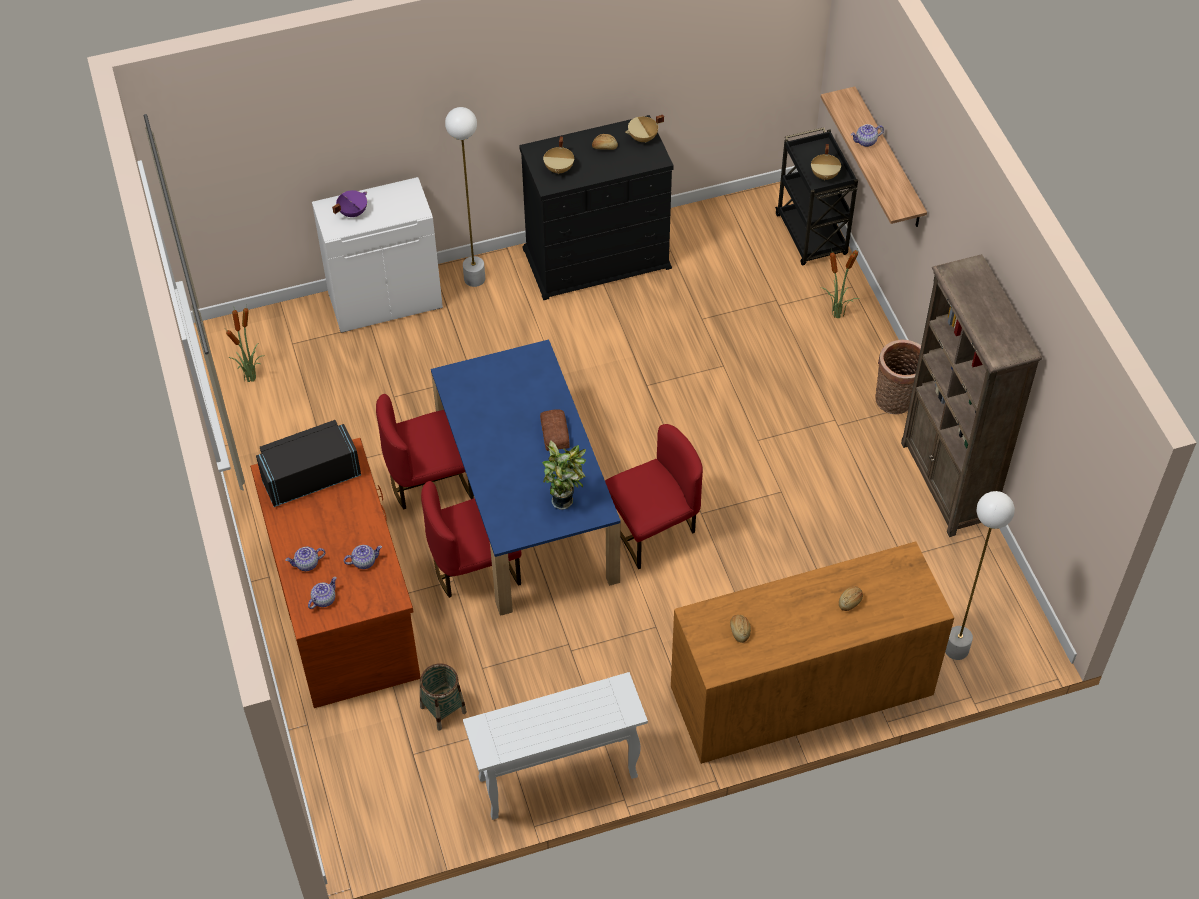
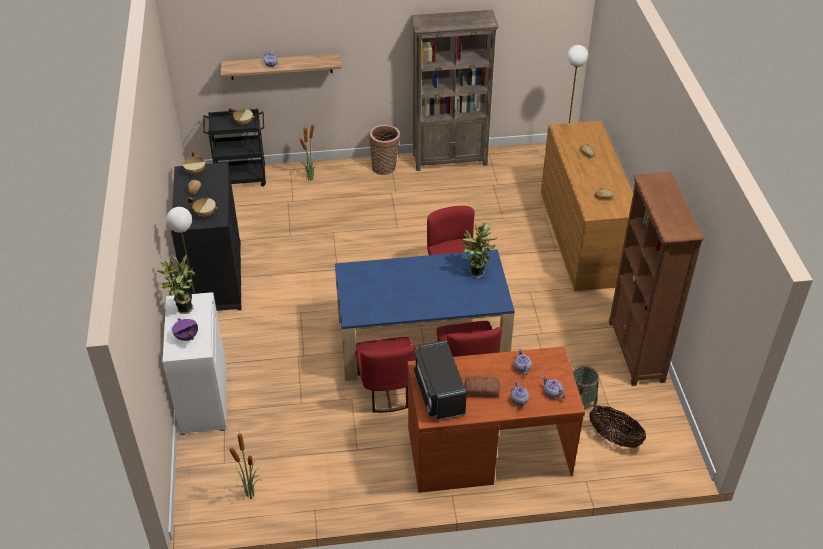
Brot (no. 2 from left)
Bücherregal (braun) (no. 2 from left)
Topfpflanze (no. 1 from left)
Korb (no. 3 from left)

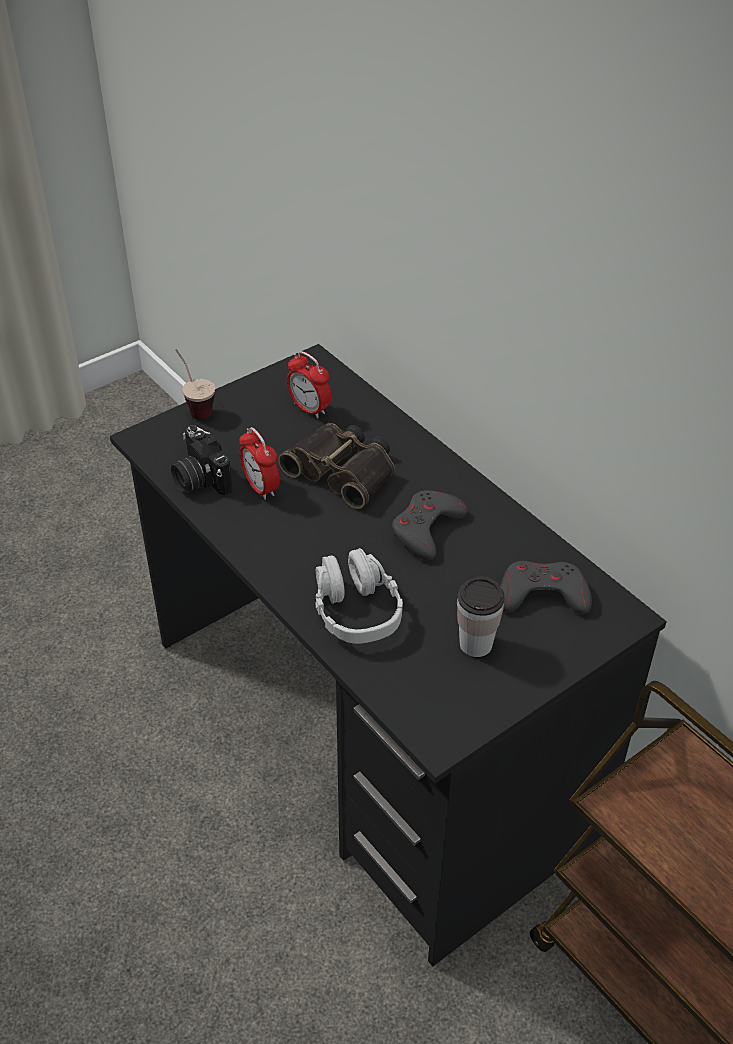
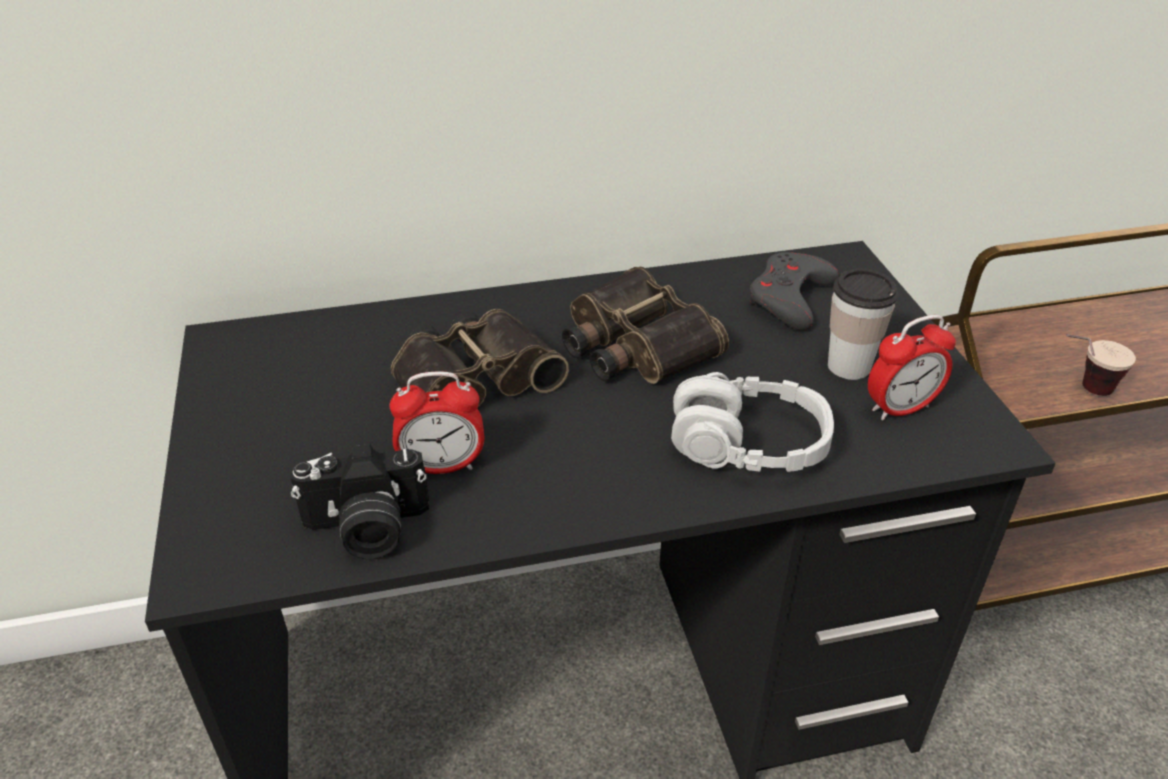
Tasse (no. 2 from left)
Wecker (no. 2 from left)
Fernglas (no. 2 from left)

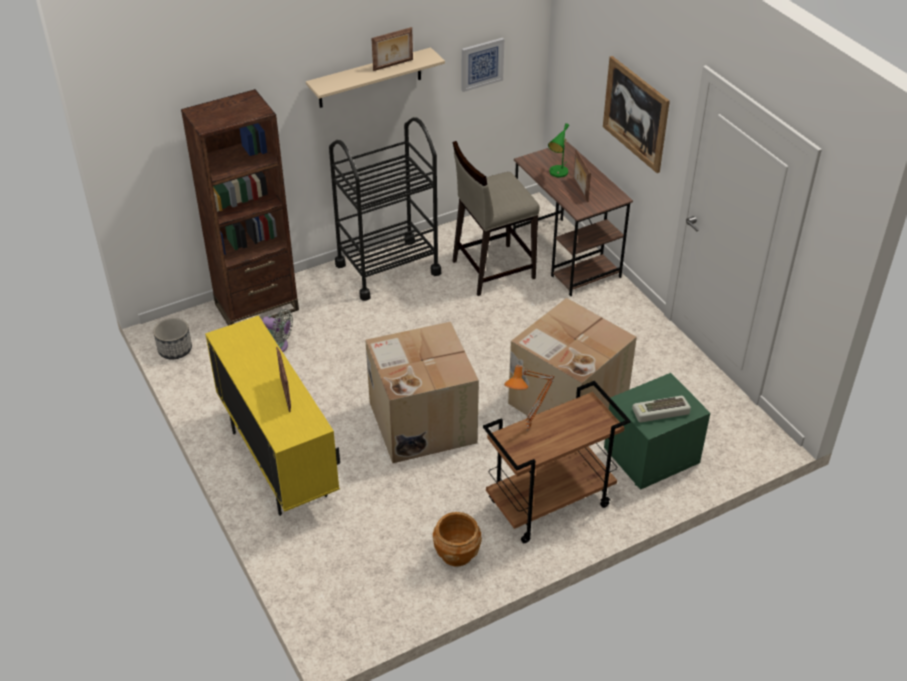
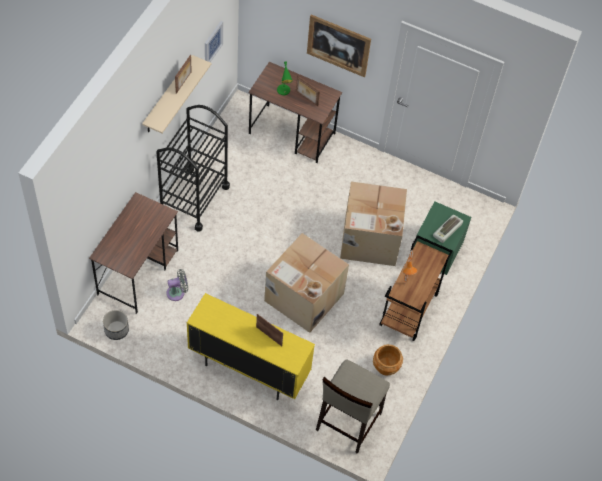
Schreibtisch (braun) (no. 1 from left)
Hocker (beige)

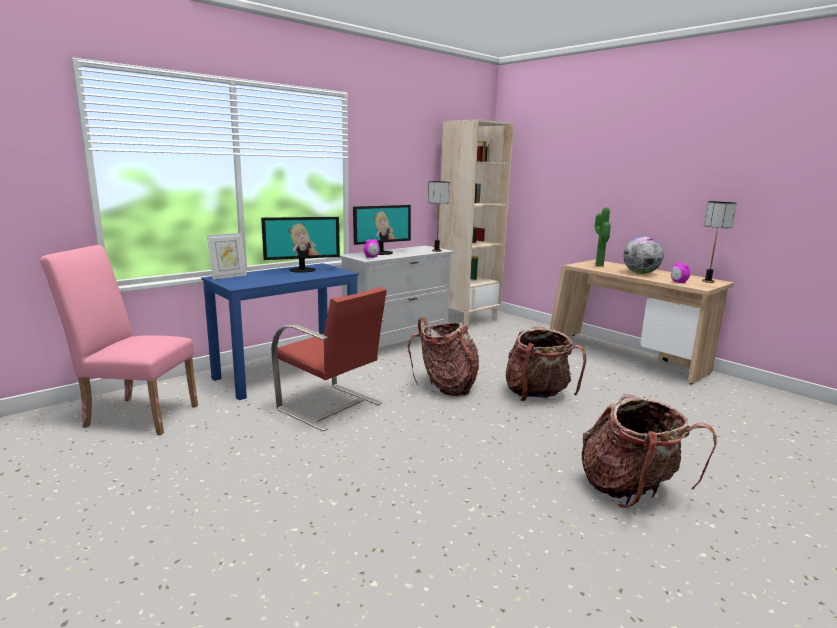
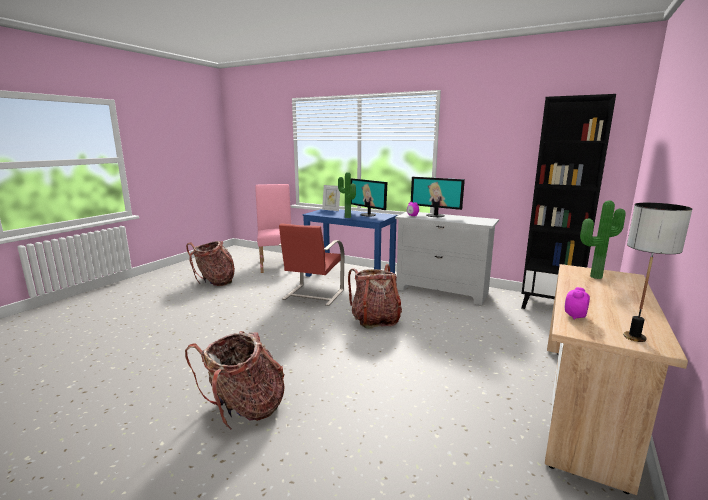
Bücherregal (schwarz)
Tischlampe (no. 1 from left in the first image)
Globus
Rucksack (no. 1 from left)
Topfpflanze (no. 1 from left)

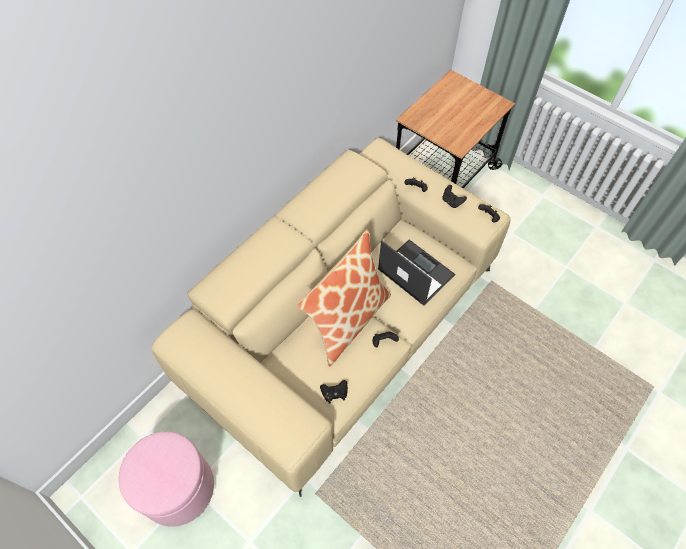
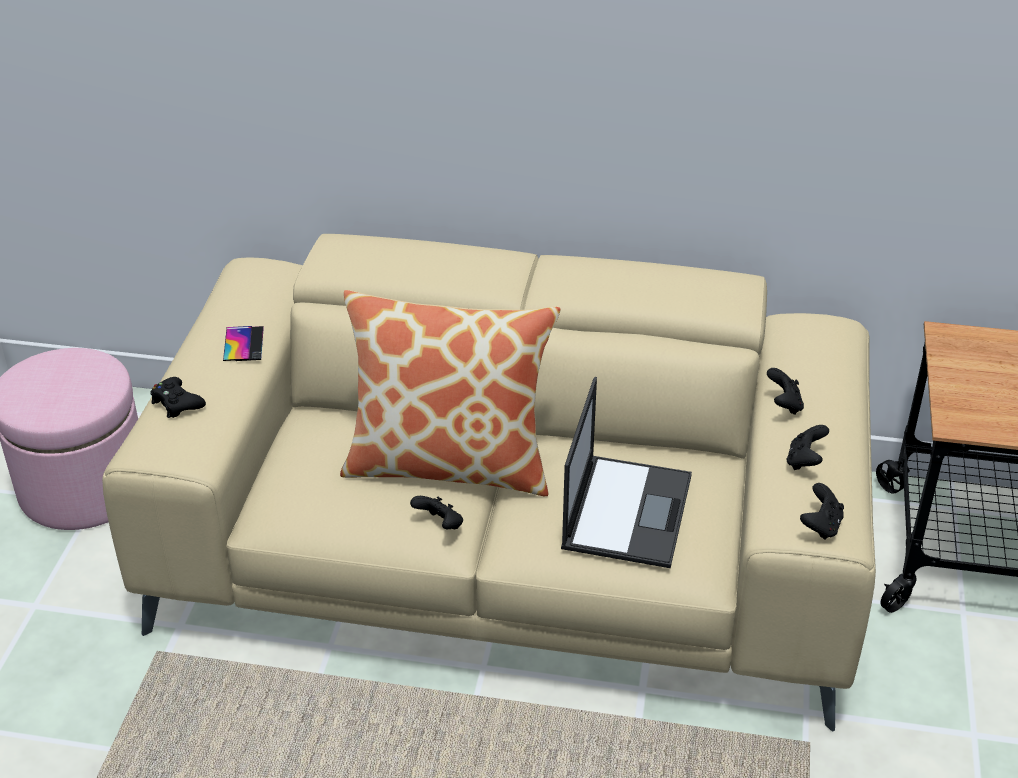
Gamepad (schwarz) (no. 1 from left)
Handy

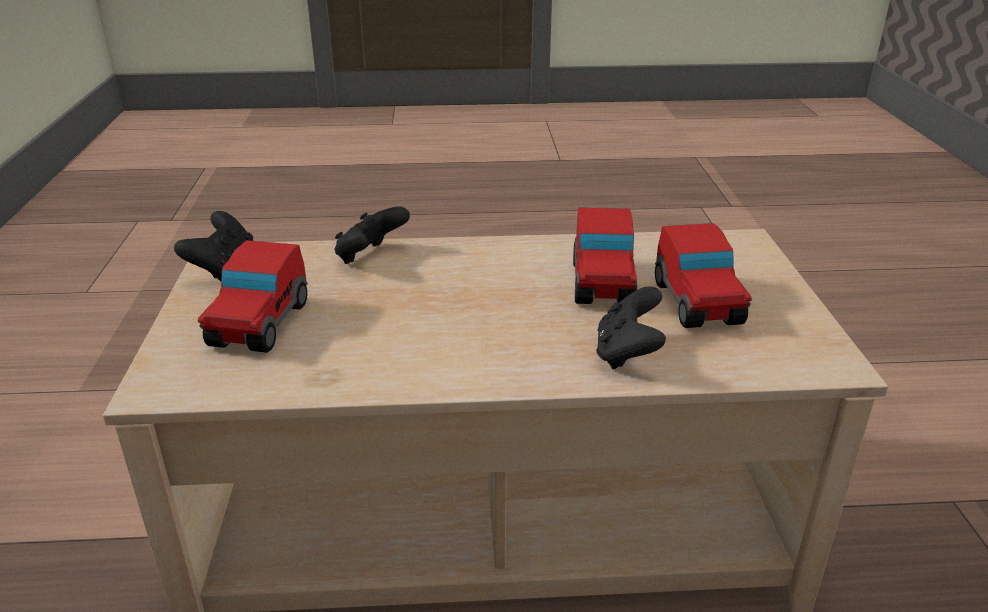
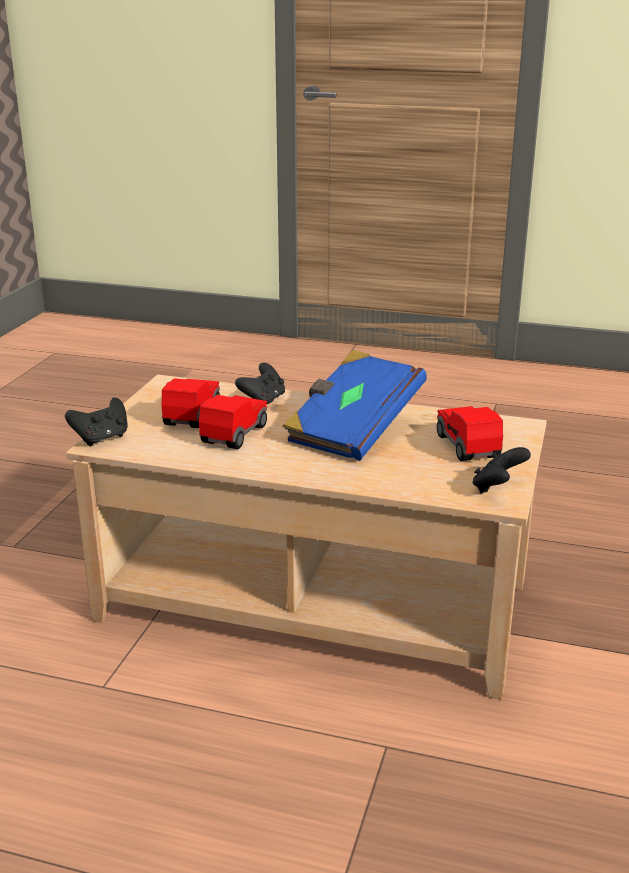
Gamepad (schwarz) (no. 1 from left)
Spielzeugauto (no. 3 from left)
Buch (blau)

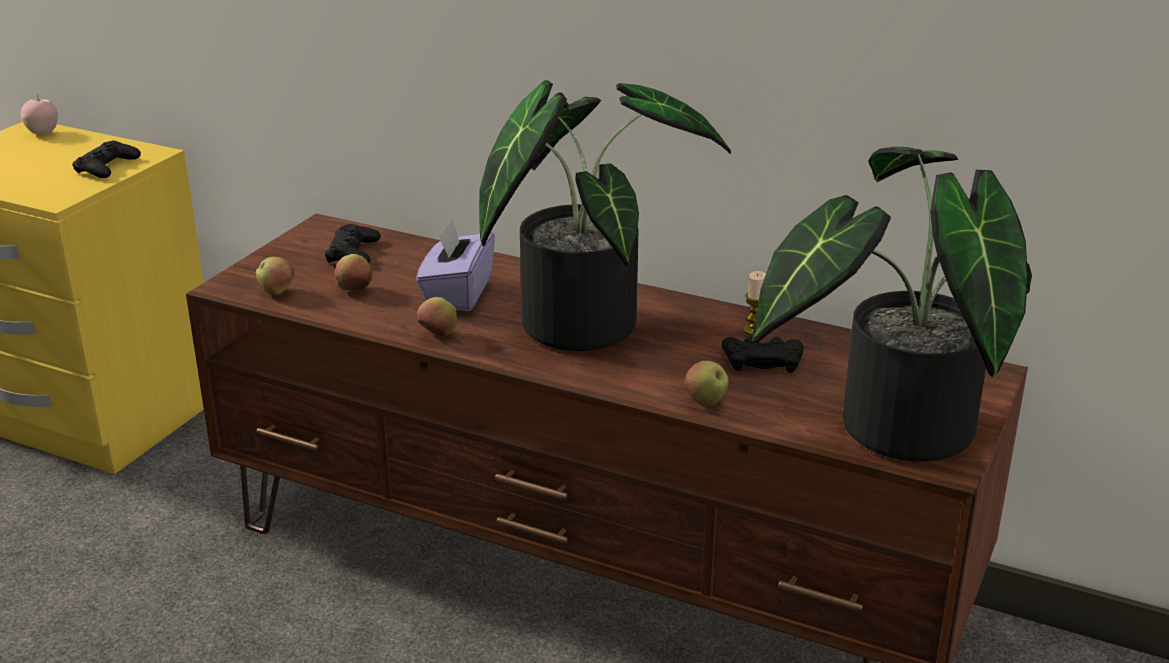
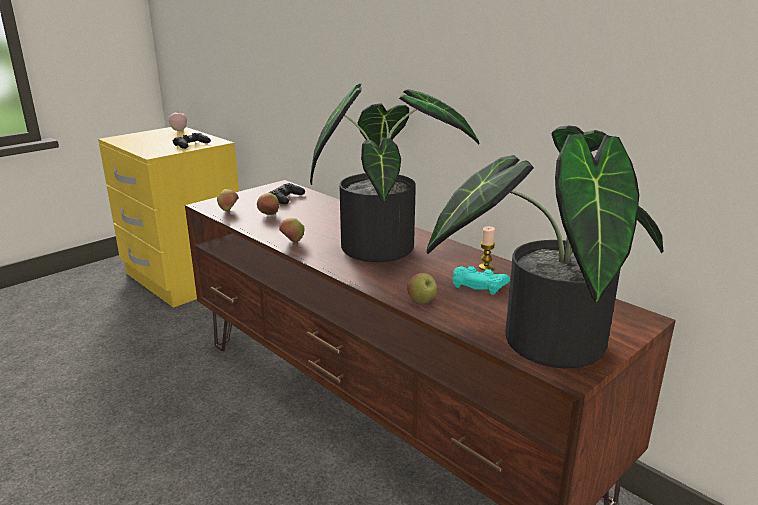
Taschentuchbox (lila)
Gamepad (türkis)

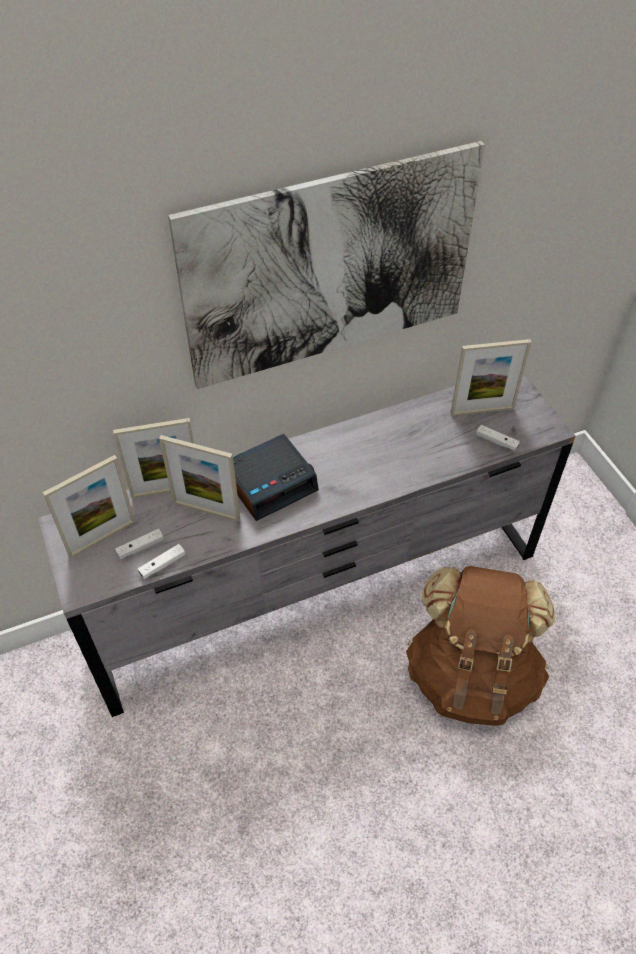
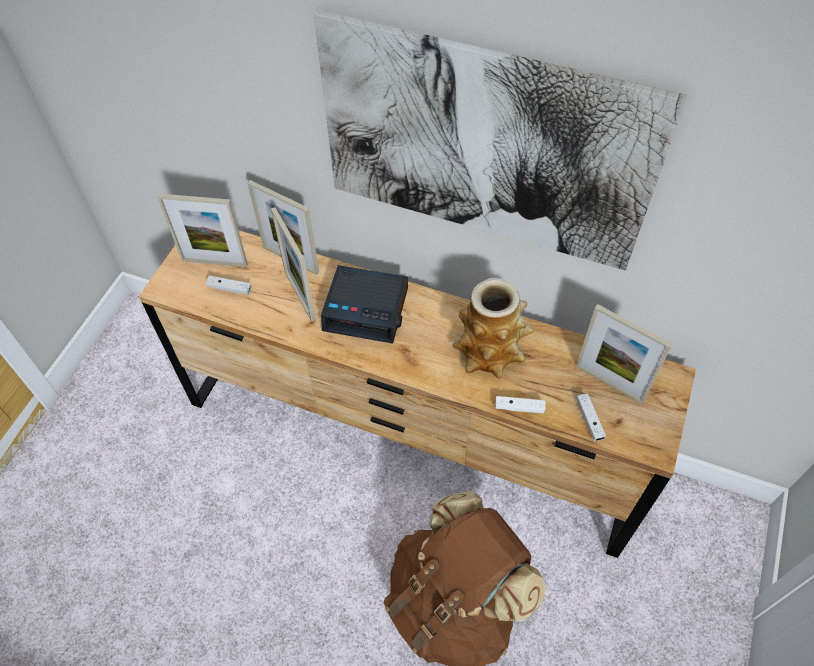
Kommode (braun)
Gamepad (weiß) (no. 2 from left)
Vase

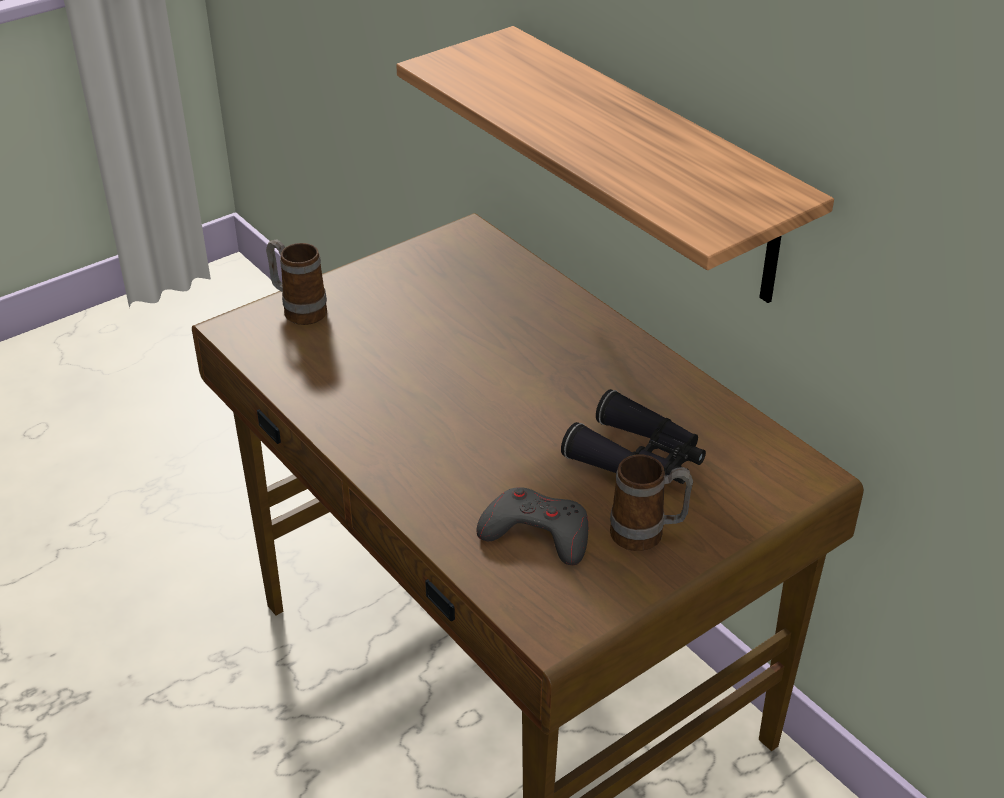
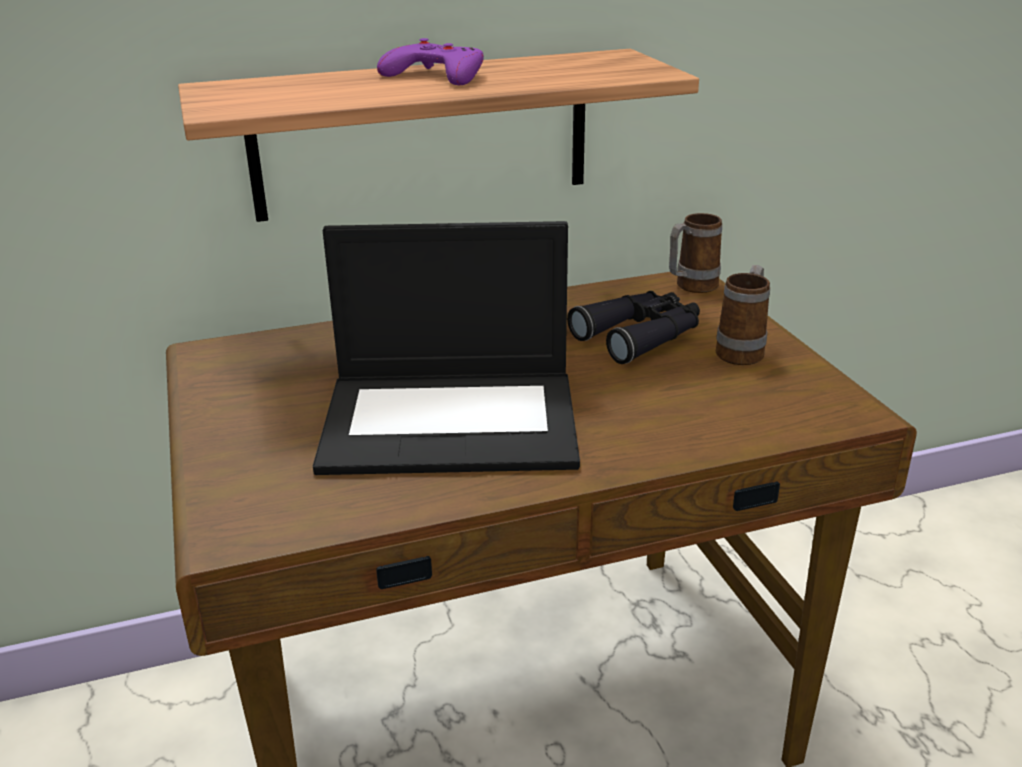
Henkelbecher (no. 1 from left)
Gamepad (grau)
Gamepad (lila)
Laptop

